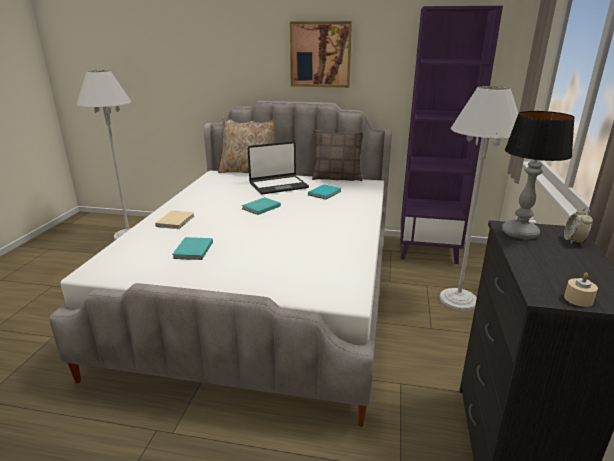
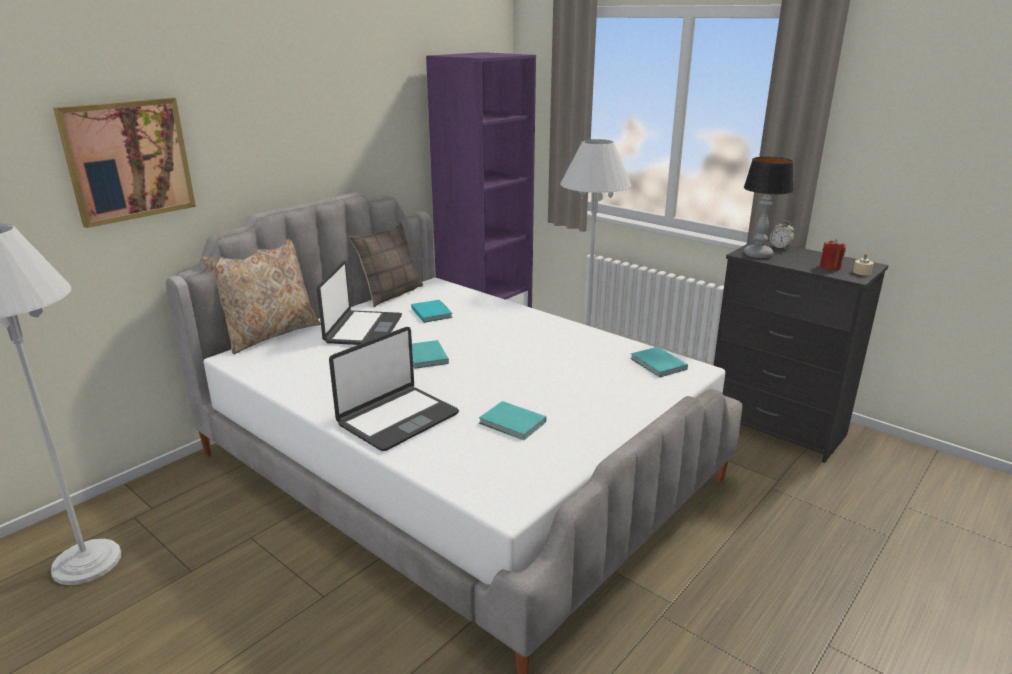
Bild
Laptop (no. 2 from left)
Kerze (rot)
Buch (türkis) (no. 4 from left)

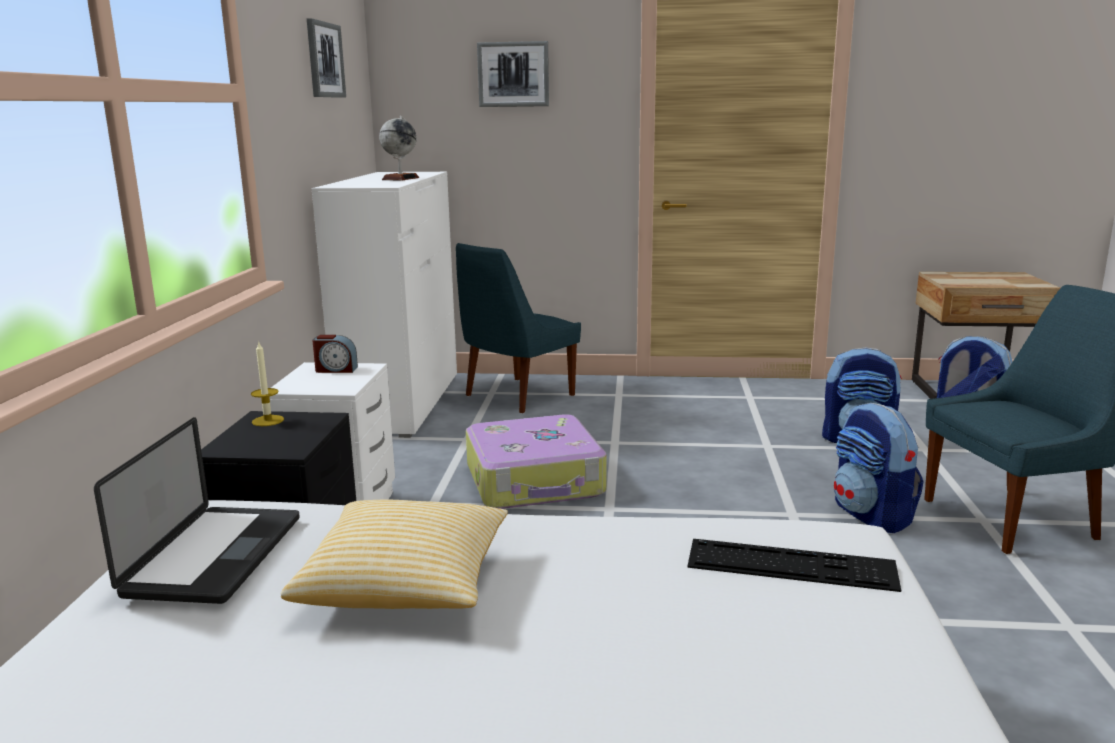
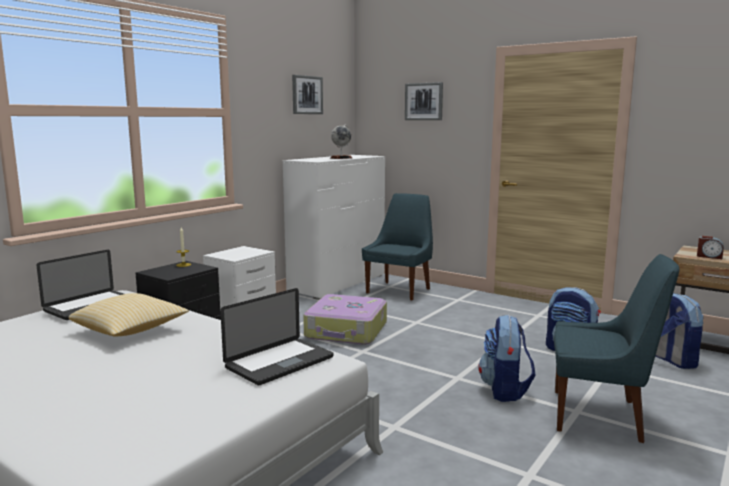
Stuhl (blau) (no. 1 from left)
Wecker
Laptop (no. 2 from left)

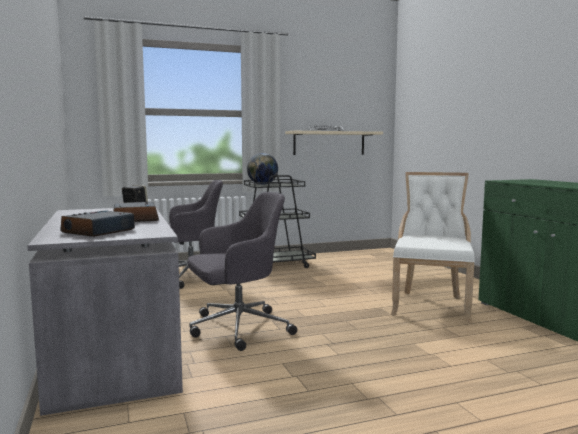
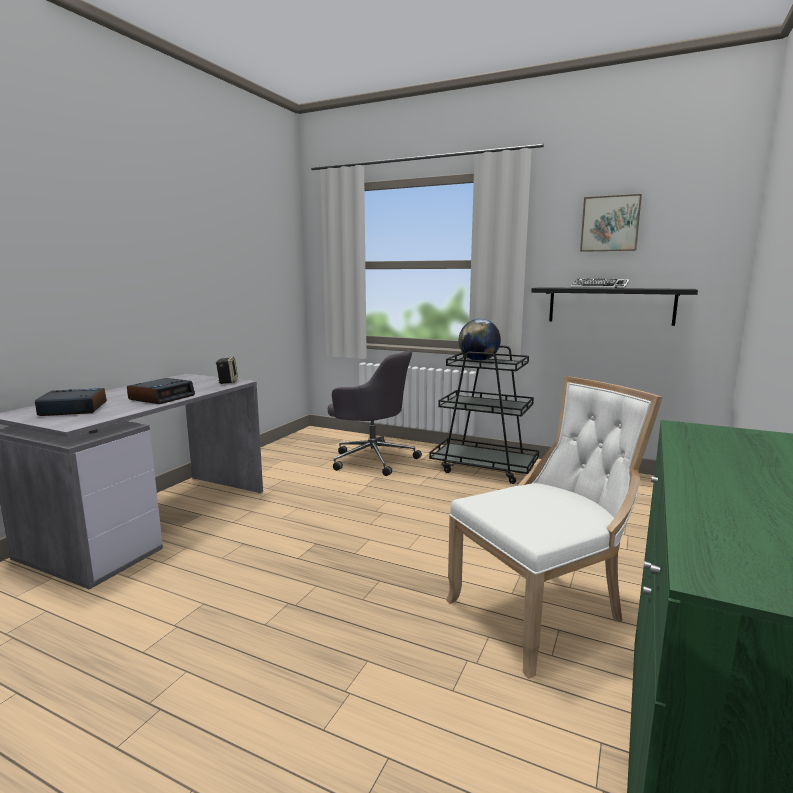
Wandregal (schwarz)
Bürostuhl (grau) (no. 2 from left in the first image)
Bild

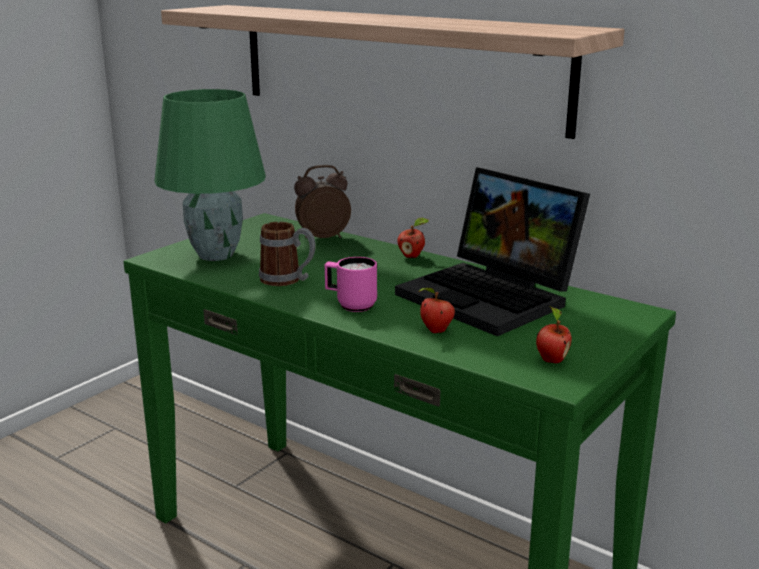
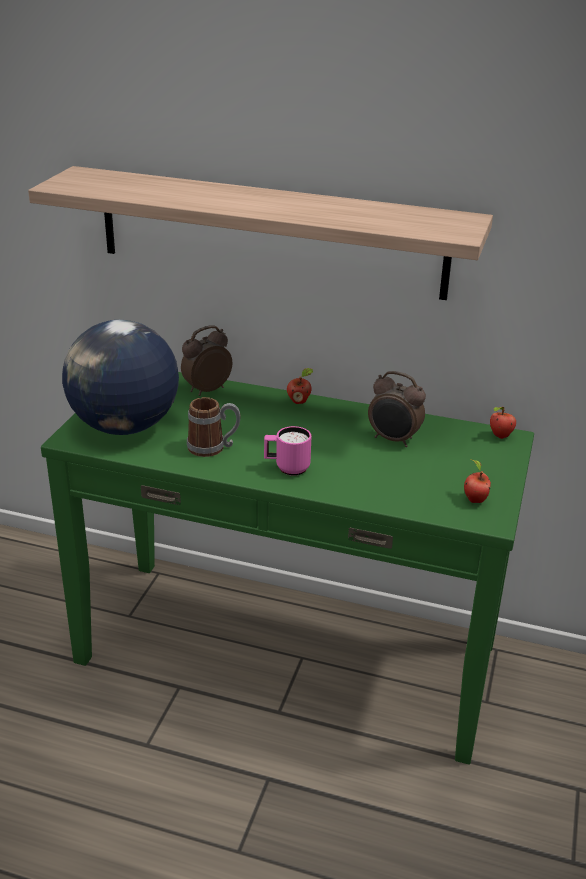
Globus
Wecker (no. 2 from left)
Apfel (no. 3 from left)

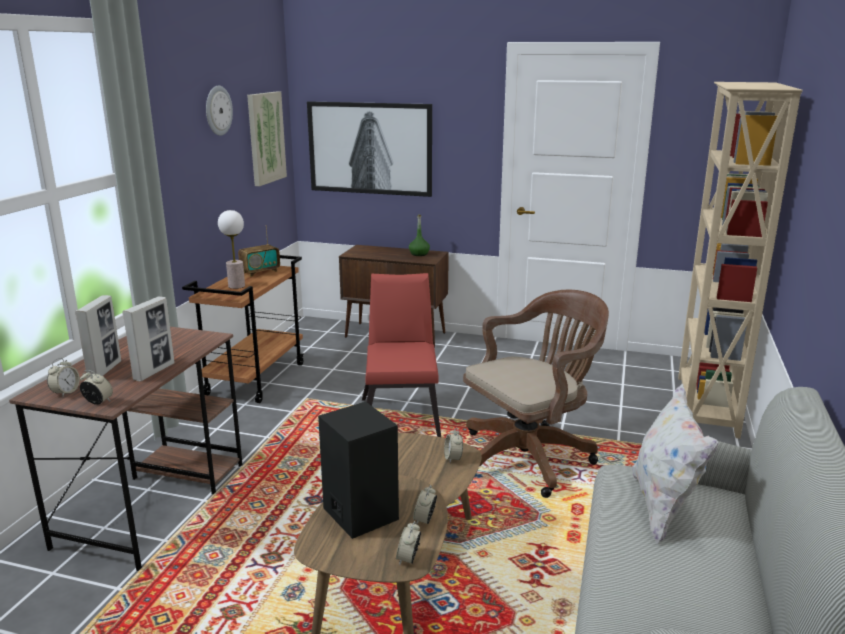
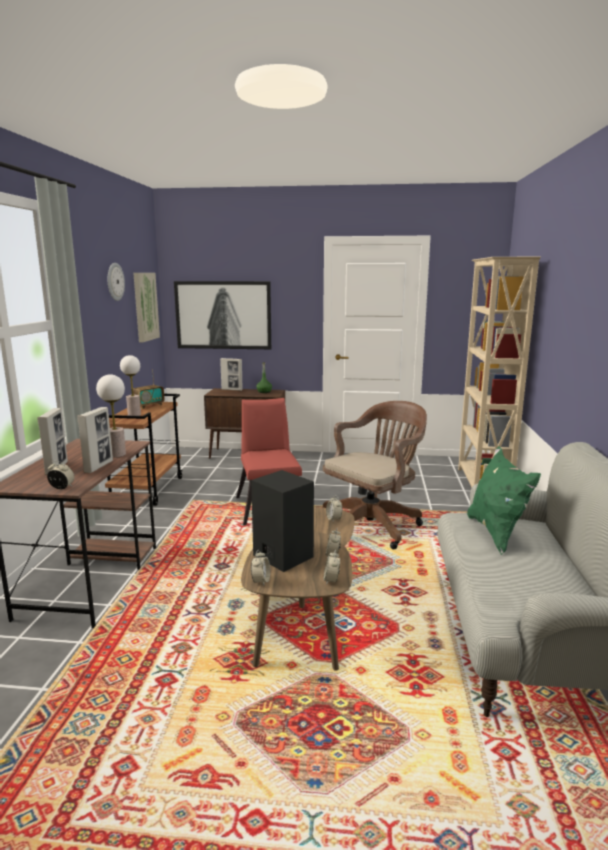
Wecker (no. 2 from left)
Kissen (grün)
Bilderrahmen (no. 3 from left)
Tischlampe (no. 1 from left)

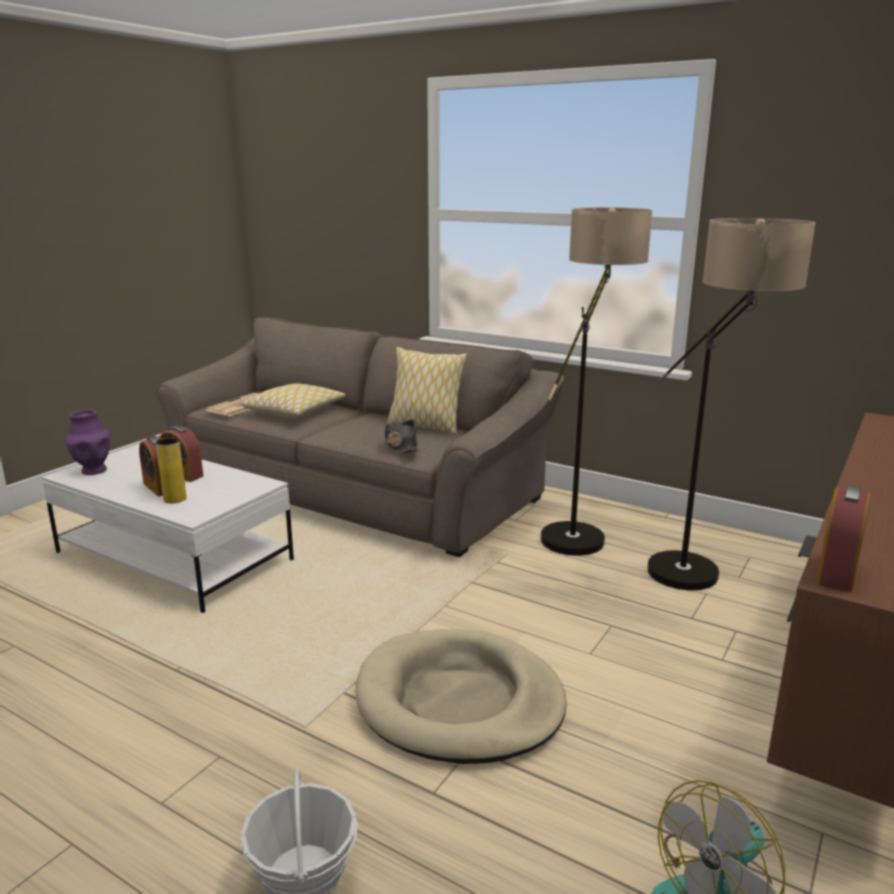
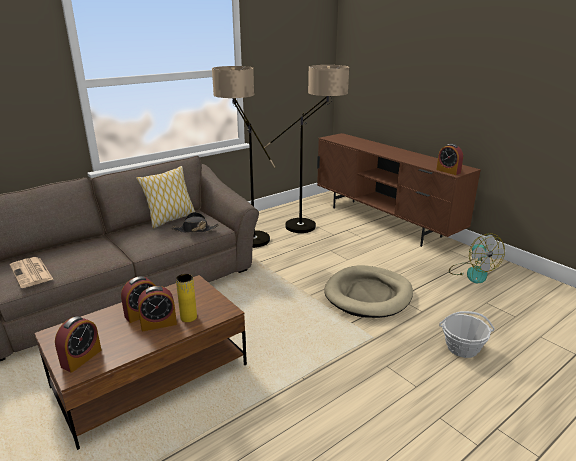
Kissen (no. 1 from left in the first image)
Wecker (no. 1 from left)
Couchtisch (braun)

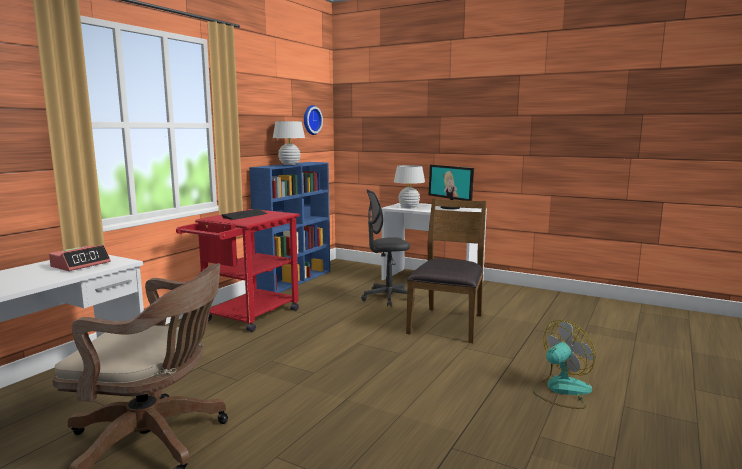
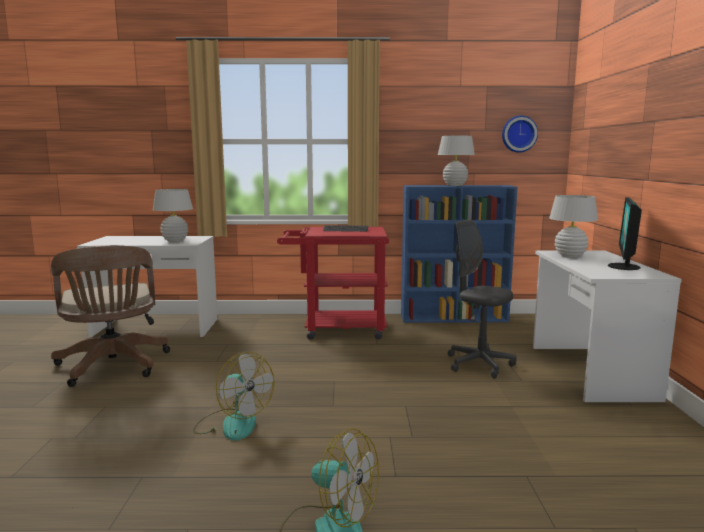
Stuhl (braun)
Tischlampe (weiß) (no. 1 from left)
Ventilator (no. 1 from left)

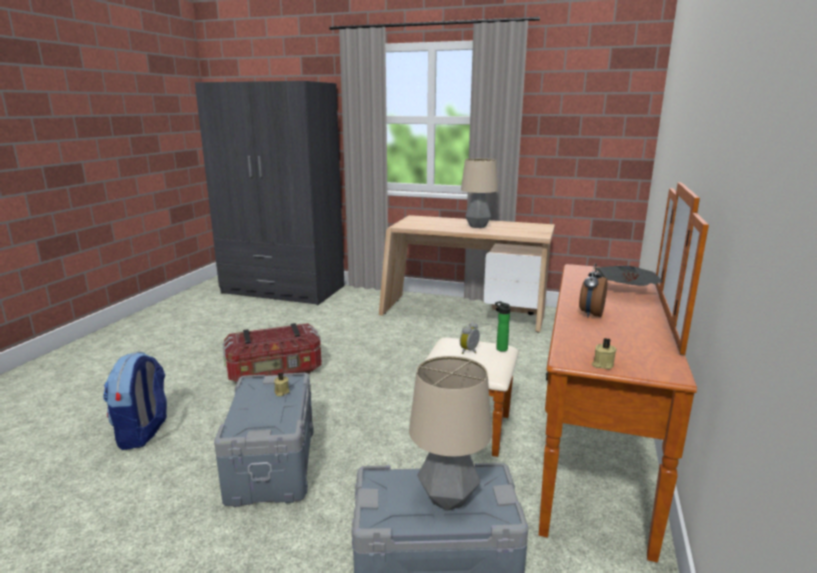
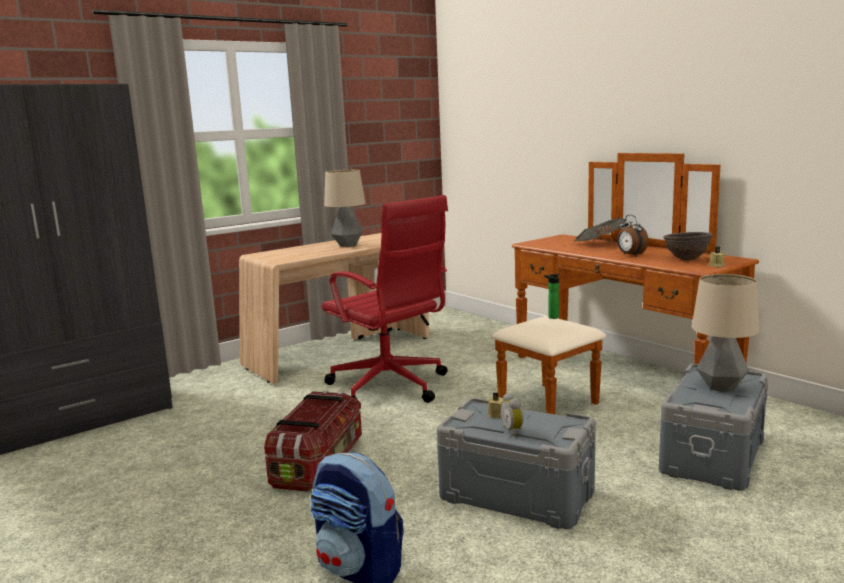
Wecker (no. 1 from left)
Bürostuhl (rot)
Schüssel (braun)

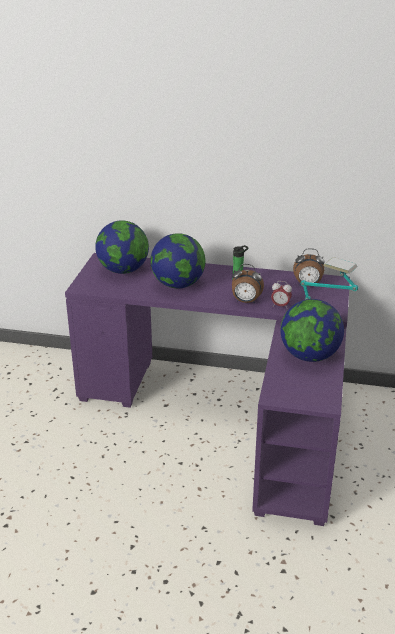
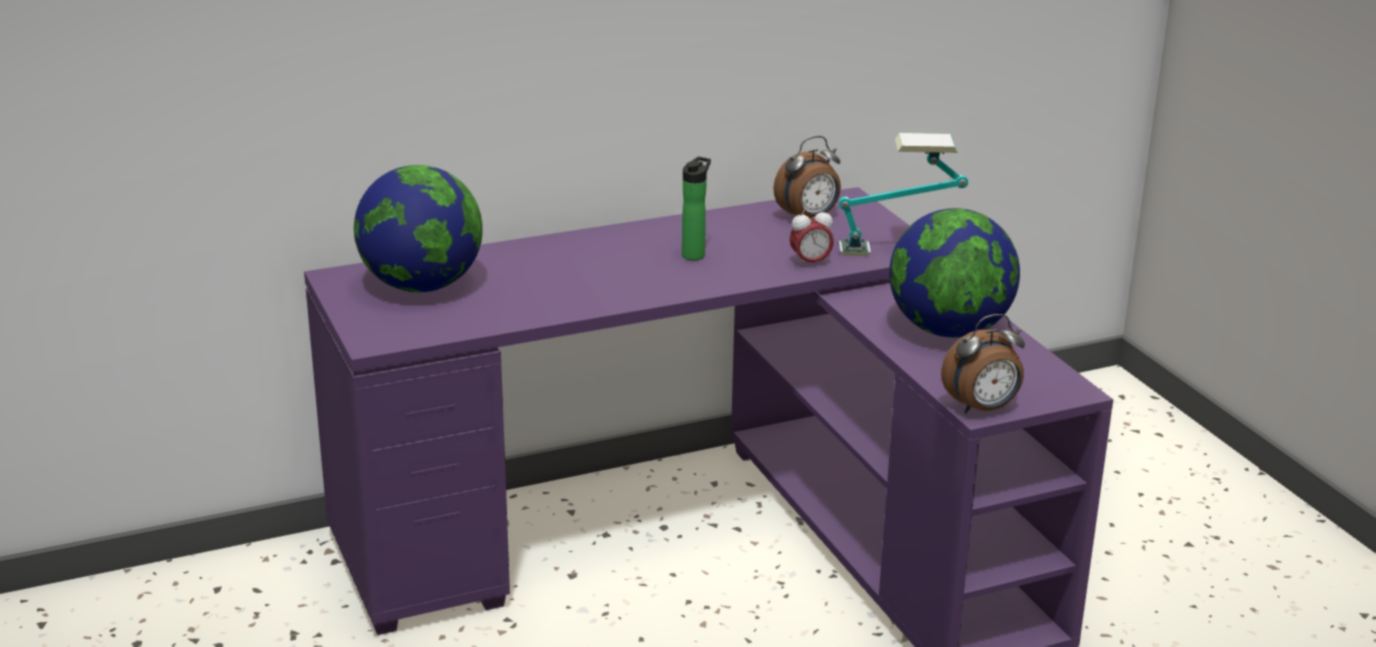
Globus (no. 2 from left in the first image)
Wecker (no. 3 from left)

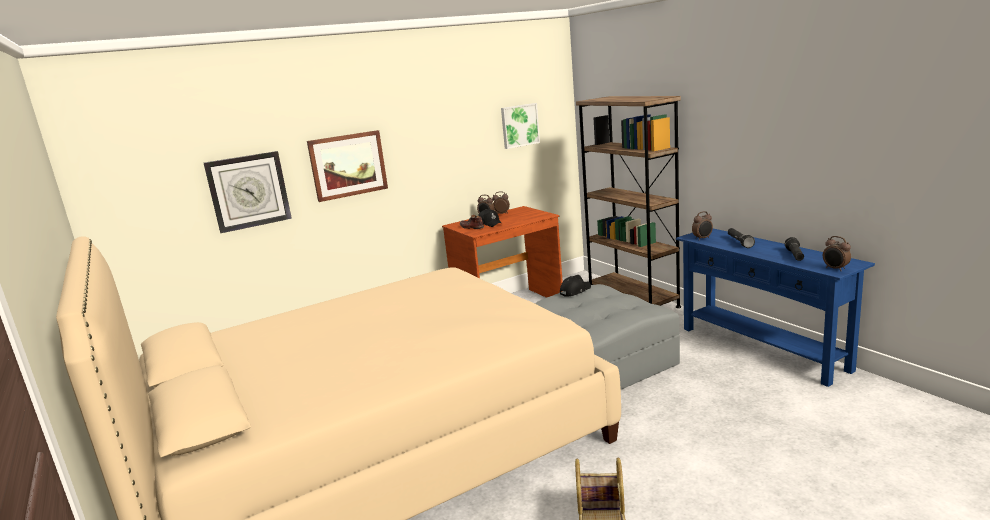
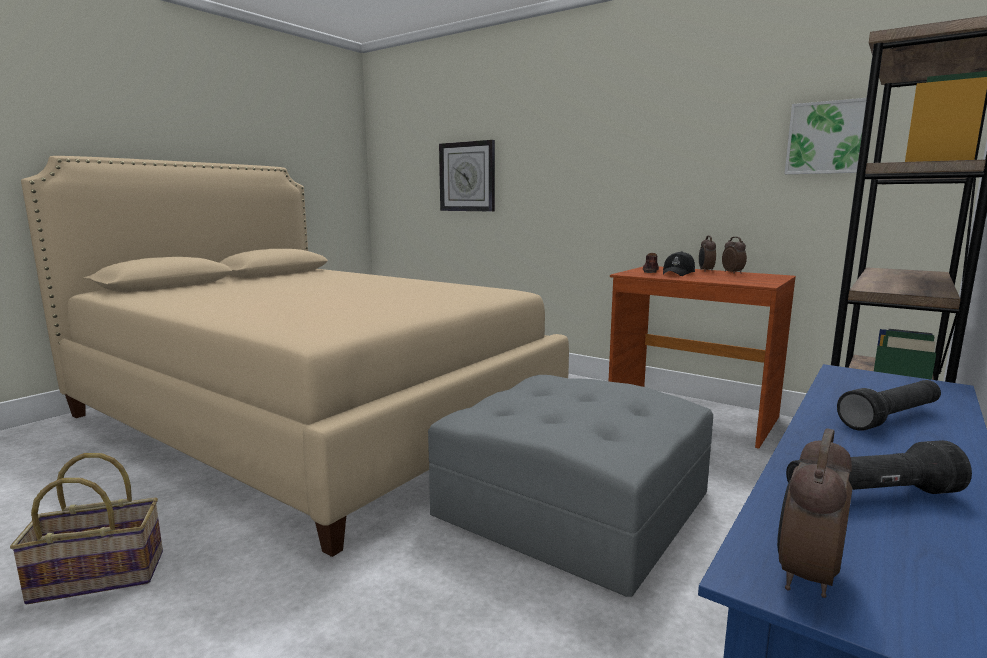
Bild (no. 1 from left in the first image)
Wecker (no. 3 from left in the first image)
Kappe (schwarz) (no. 2 from left in the first image)

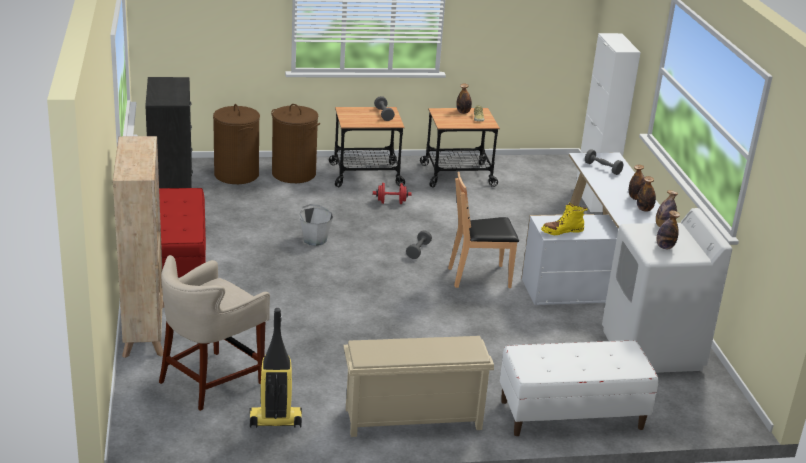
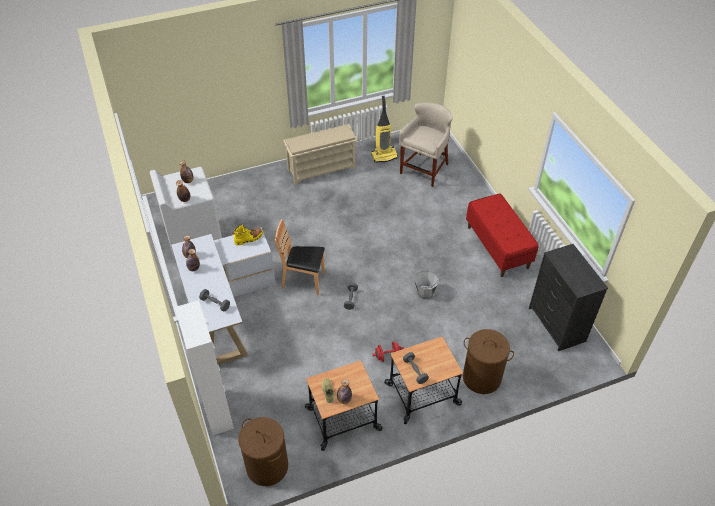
Wäschekorb (braun) (no. 1 from left)
Bücherregal (beige)
Stuhl (braun)
Bank (weiß)

